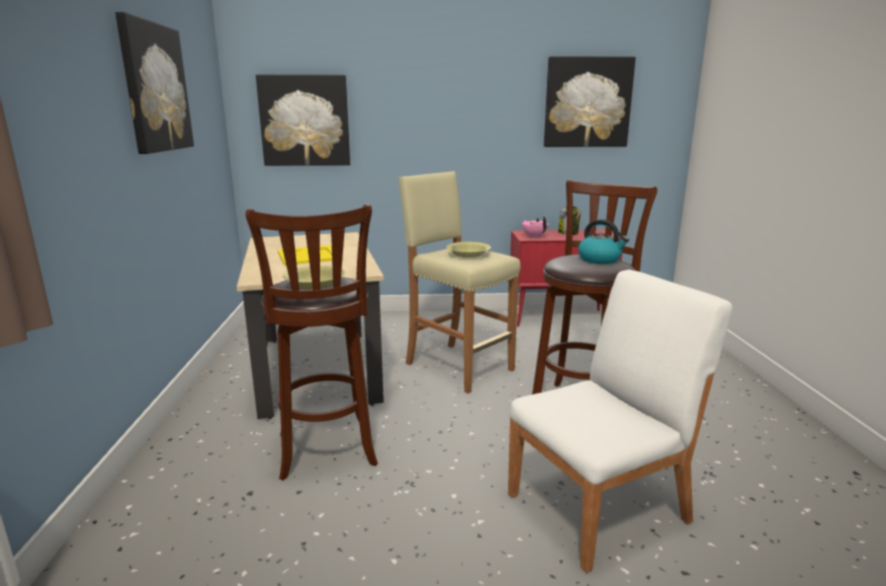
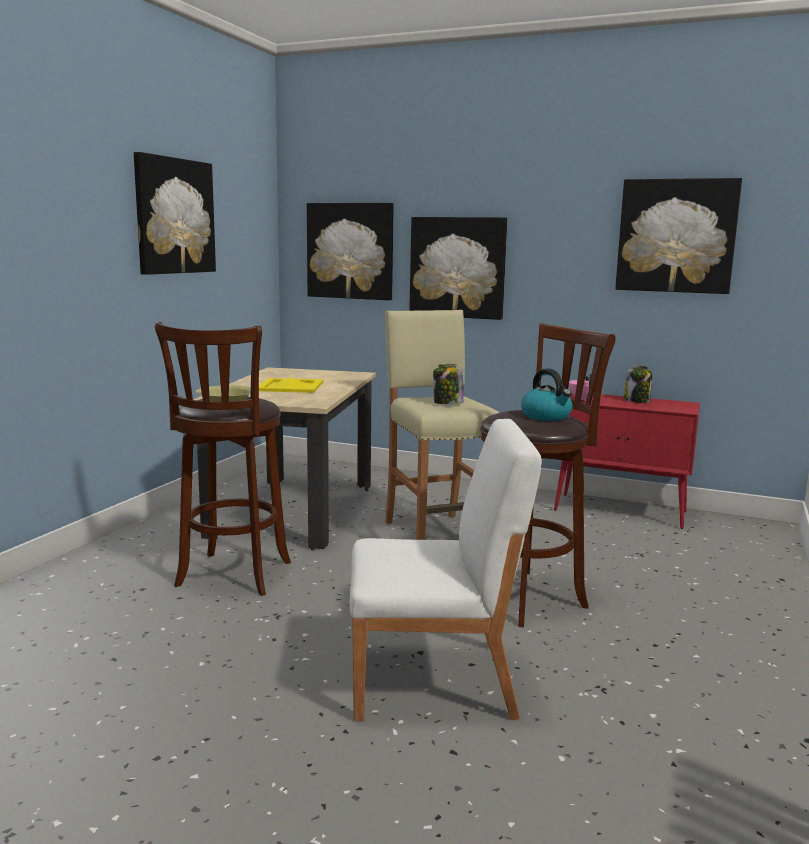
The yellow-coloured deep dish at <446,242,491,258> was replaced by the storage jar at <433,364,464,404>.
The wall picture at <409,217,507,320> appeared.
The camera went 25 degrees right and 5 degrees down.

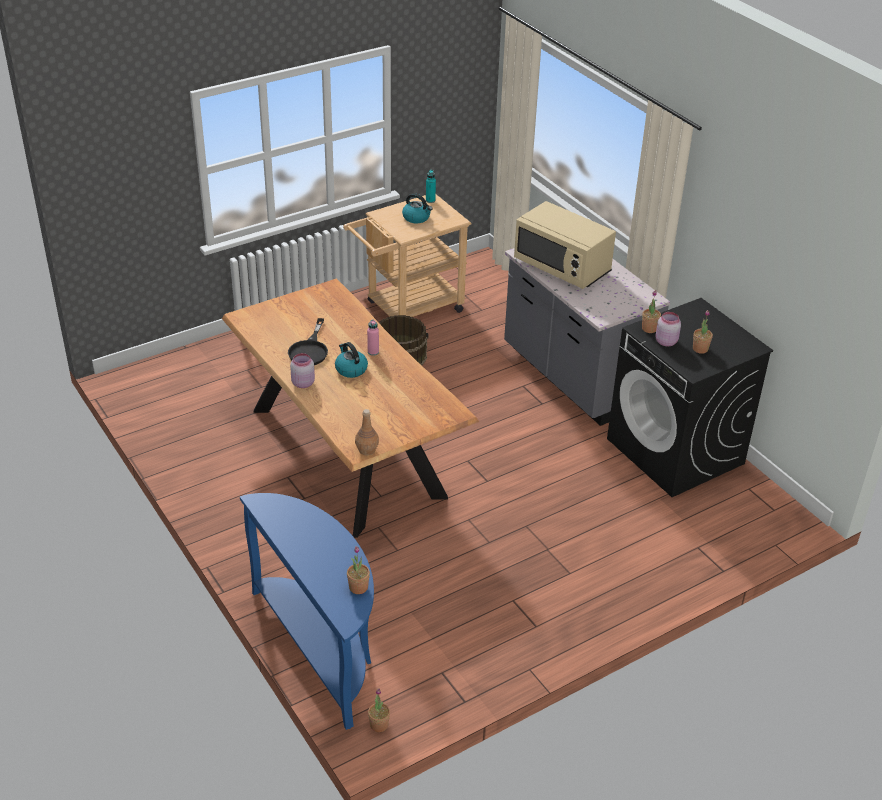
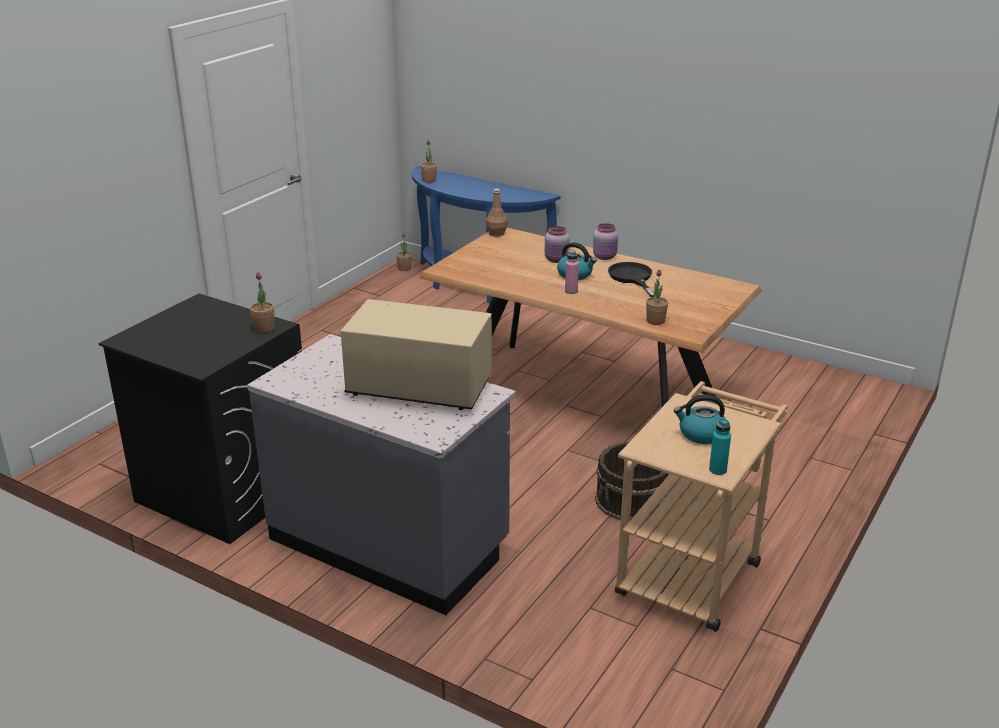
The potted plant moved from <693,310,713,354> to <646,270,668,325>.
The pink storage jar moved from <656,312,681,346> to <545,226,570,263>.
The camera went 155 degrees right and 10 degrees down.

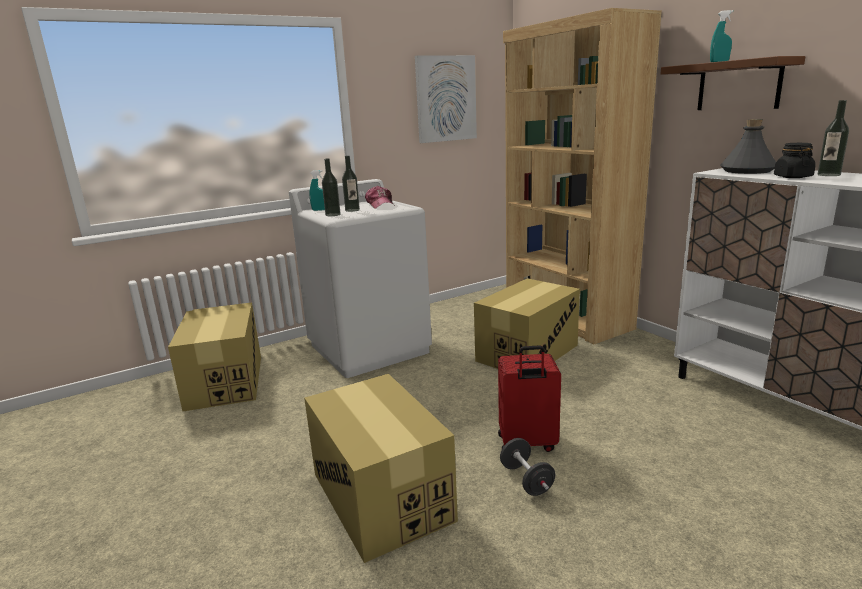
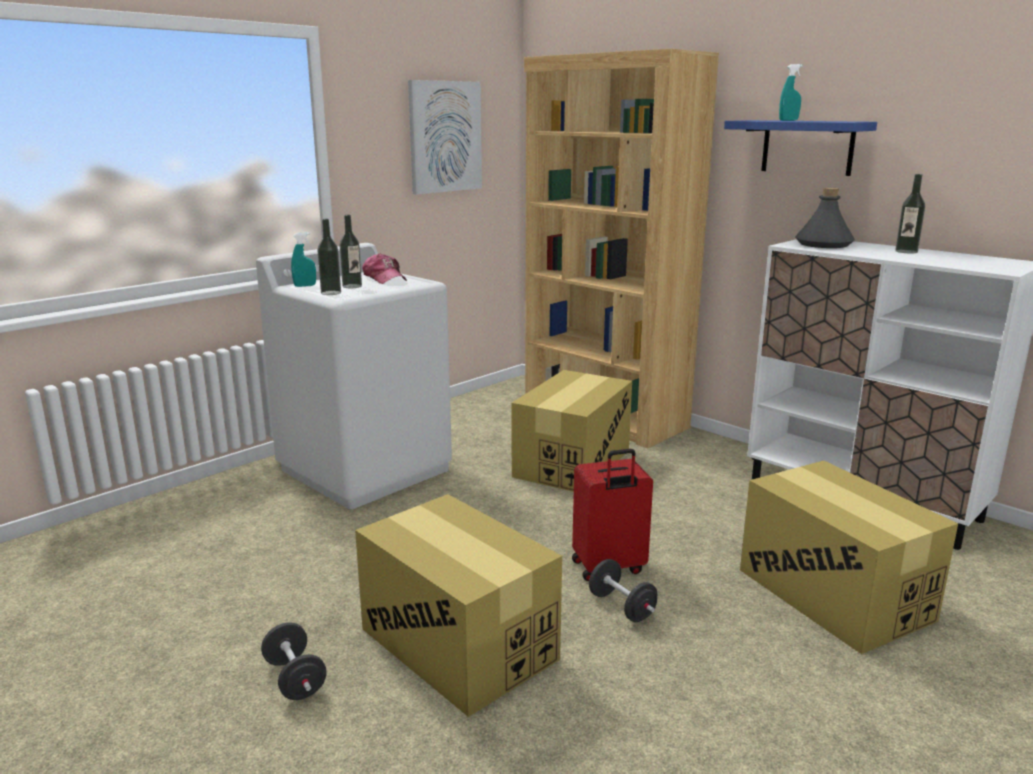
The brown wall shelf at <661,56,806,110> became the blue-coloured wall shelf at <724,120,877,176>.
The blackish storage jar at <774,143,816,178> disappeared.
The carton moved from <168,302,261,411> to <740,461,958,654>.
The blackish free weight at <261,622,327,700> appeared.
The camera went 15 degrees left and 0 degrees up.

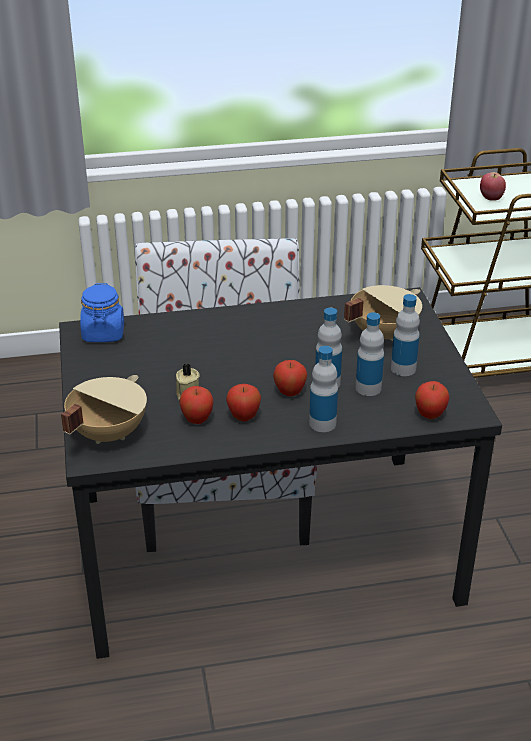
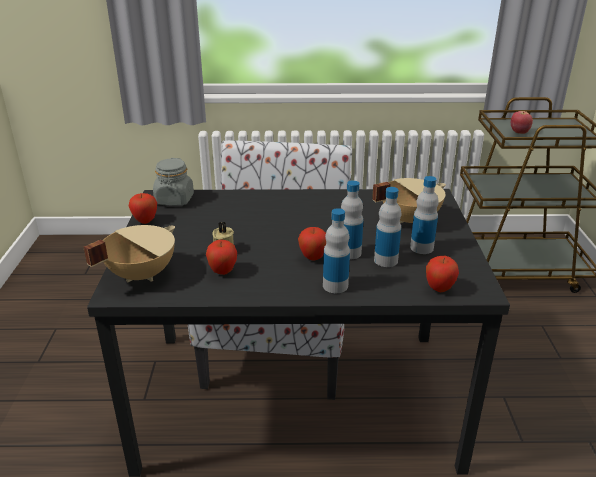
The blue-coloured storage jar at <80,283,124,342> became the gray storage jar at <153,158,194,206>.
The apple fruit moved from <226,384,261,421> to <129,193,157,224>.
The camera went 10 degrees right and 5 degrees down.

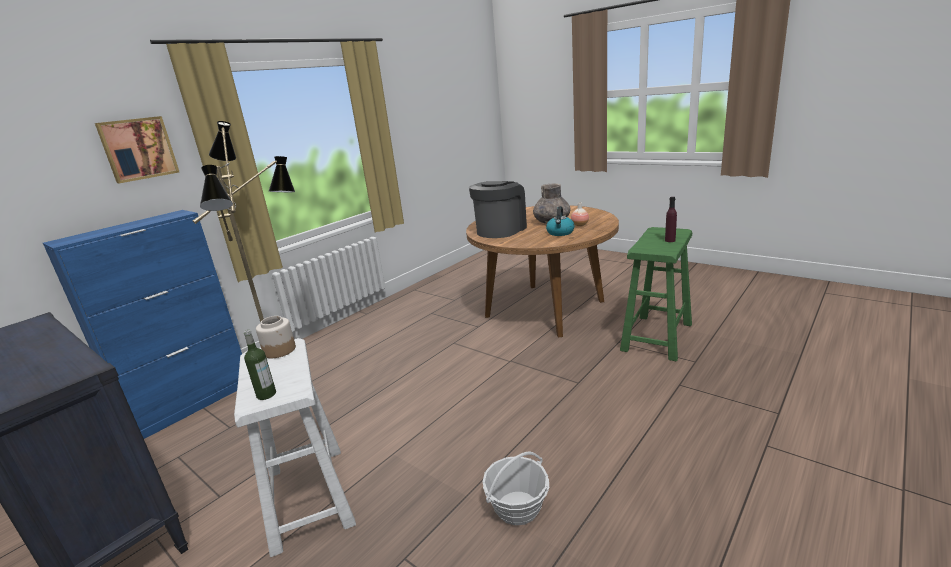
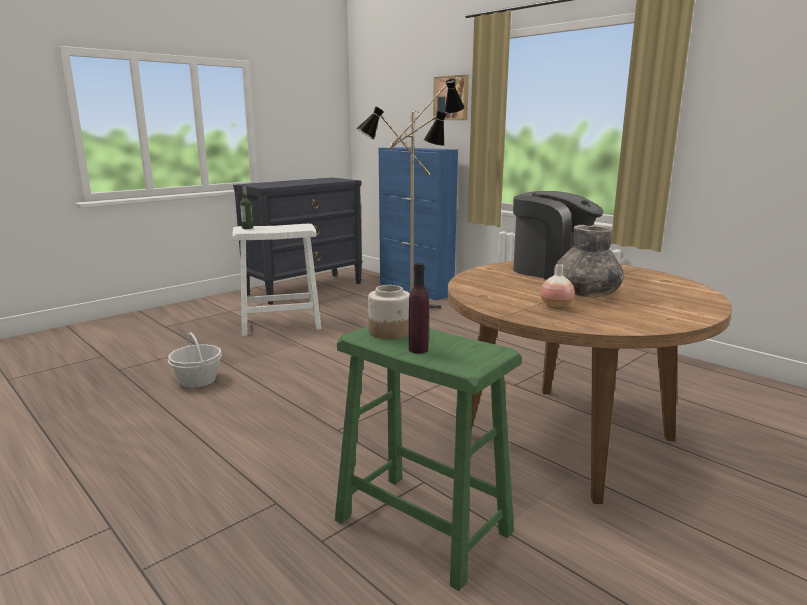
The tea kettle at <546,206,575,236> disappeared.
The storage jar moved from <256,316,296,358> to <368,285,410,339>.
The camera went 95 degrees right and 5 degrees down.

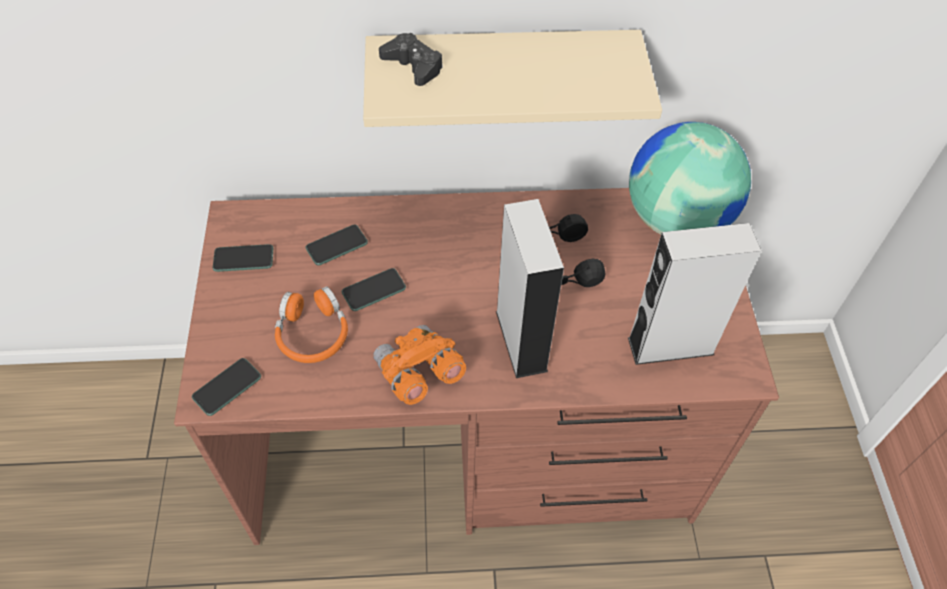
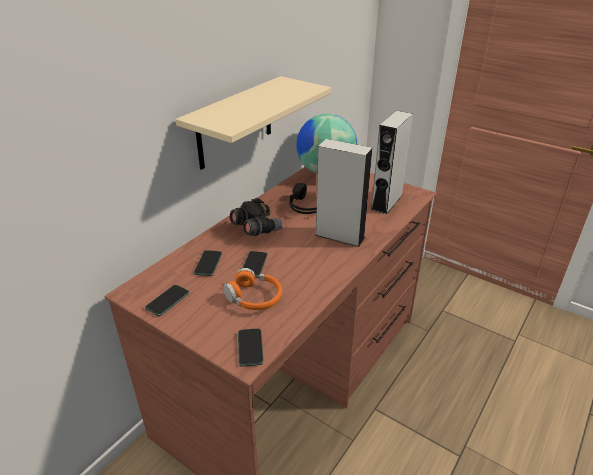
The blackish gamepad at <379,33,443,86> disappeared.
The orange field glasses at <373,325,466,405> disappeared.
The gray field glasses at <230,198,283,236> appeared.
The camera went 50 degrees left and 20 degrees down.

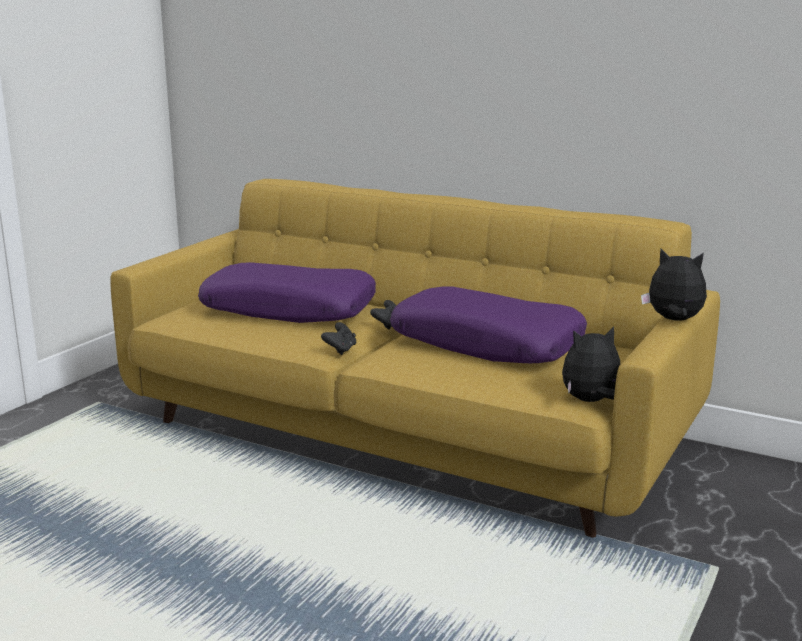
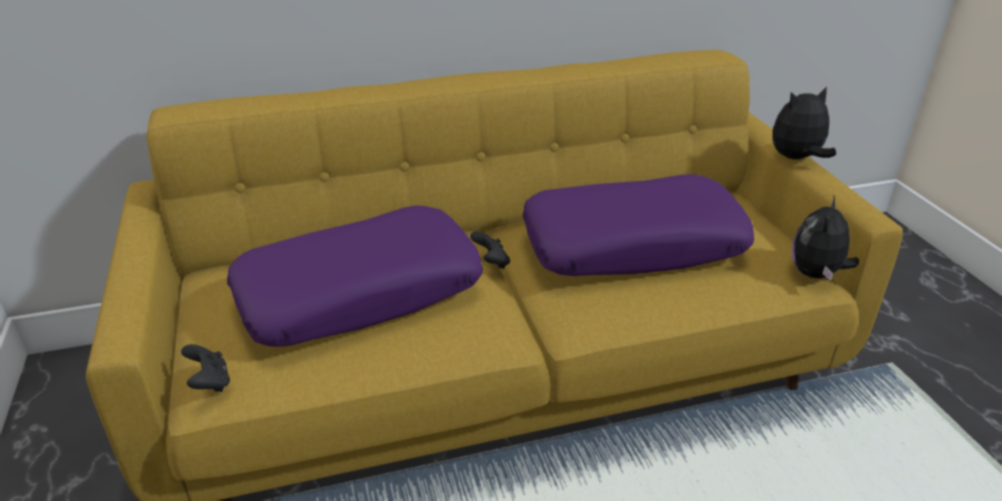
The blackish gamepad moved from <321,322,356,355> to <181,344,230,392>.
The camera went 45 degrees left and 15 degrees up.

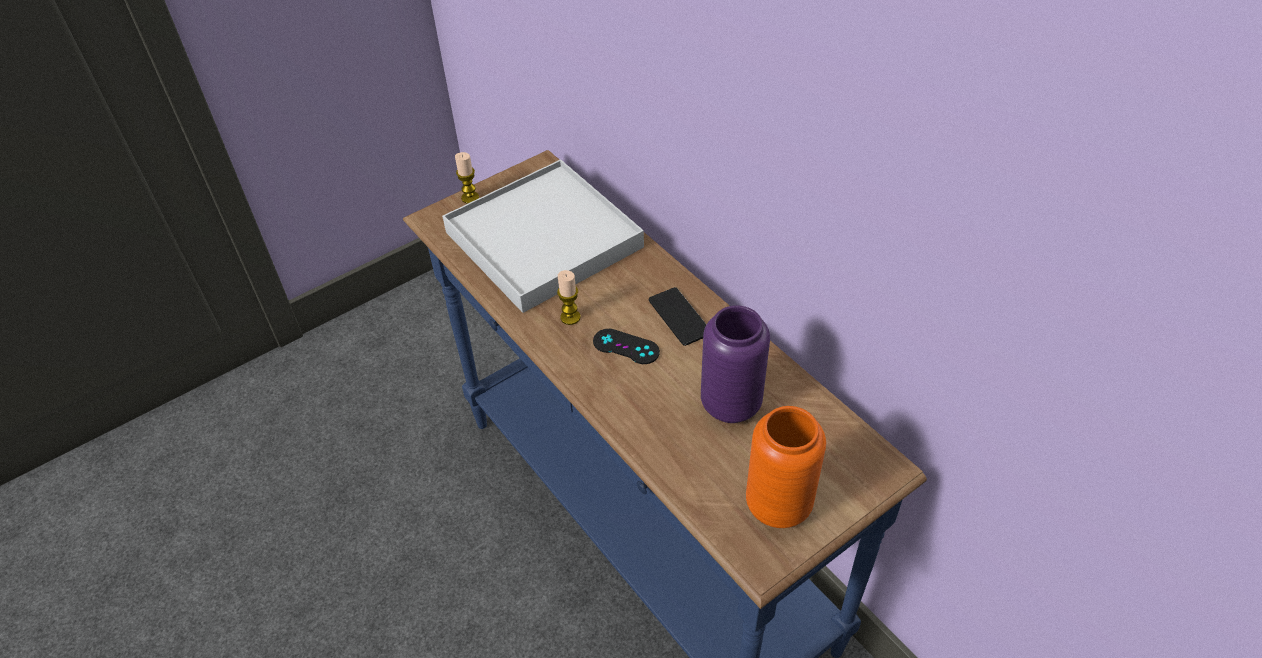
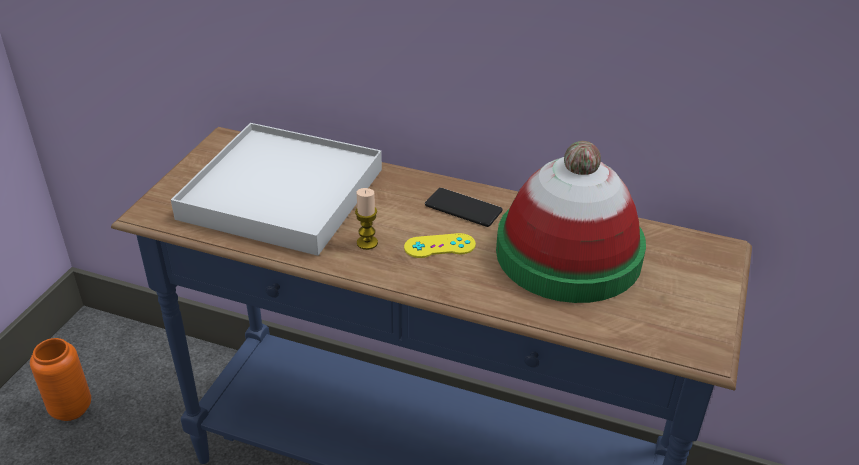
The candle at <455,152,479,204> disappeared.
The purple decorative vase at <701,305,770,423> was replaced by the wearable hat at <496,141,646,303>.
The blackish gamepad at <593,329,660,364> became the yellow-coloured gamepad at <404,233,476,258>.
The orange decorative vase moved from <746,406,826,528> to <30,338,91,421>.
The camera went 35 degrees left and 10 degrees down.

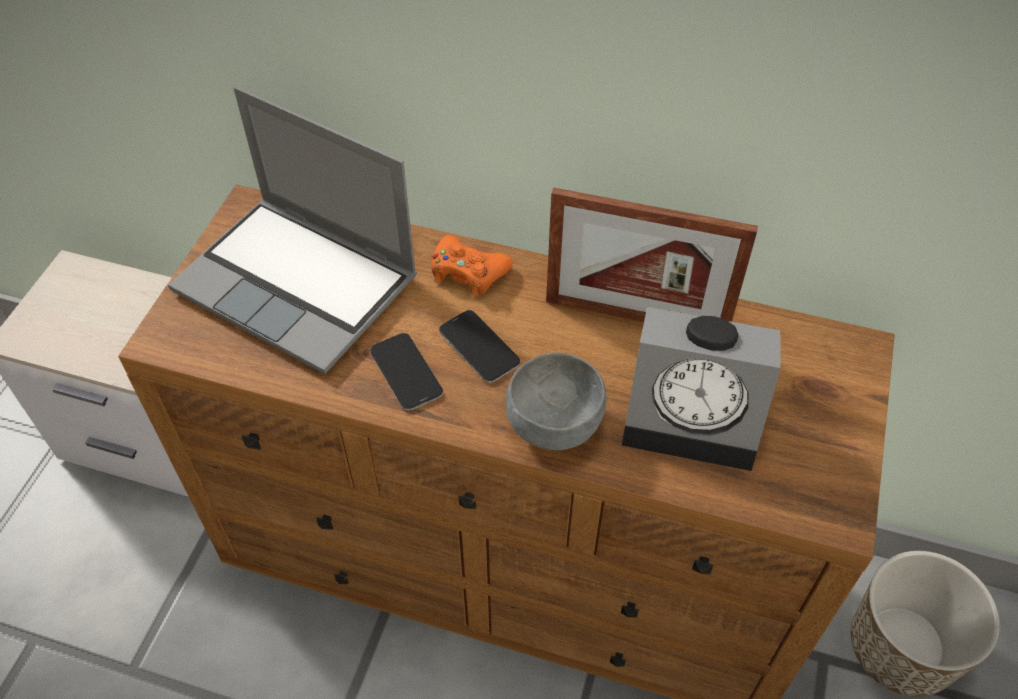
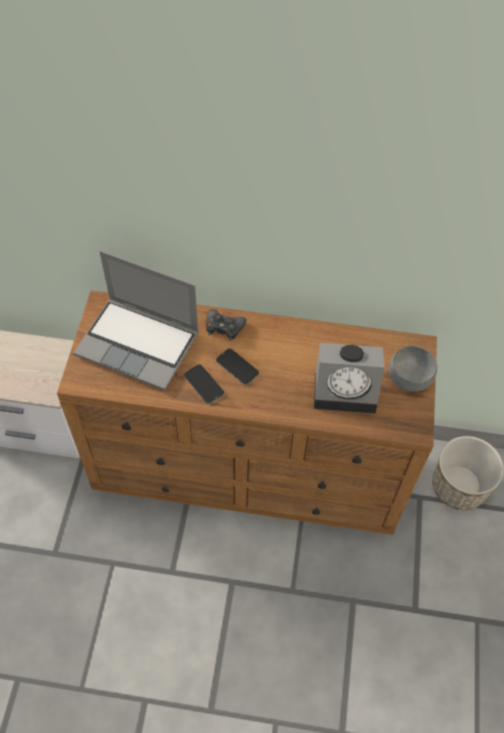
The picture frame at <546,188,758,322> disappeared.
The orange gamepad at <432,235,513,298> became the blackish gamepad at <206,309,247,341>.
The gray deep dish moved from <505,353,607,450> to <389,346,437,392>.
The camera went 10 degrees left and 5 degrees up.

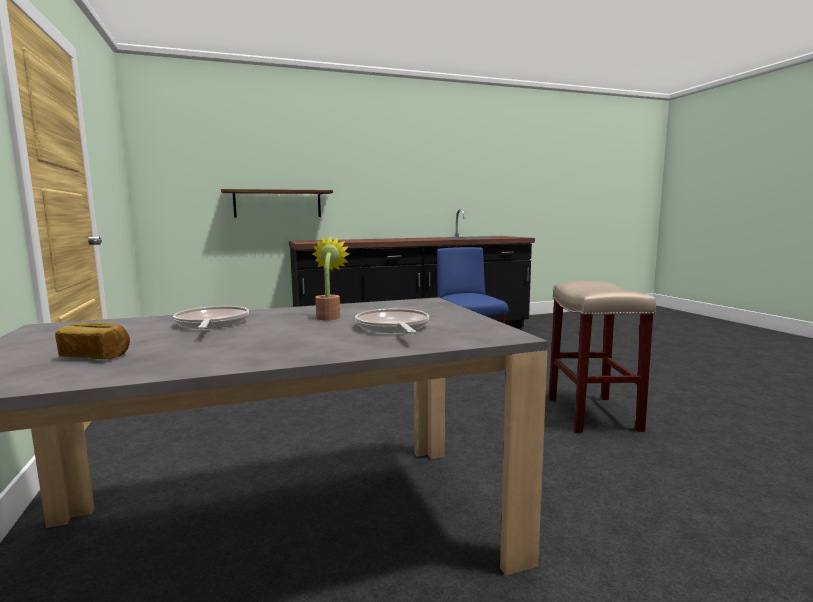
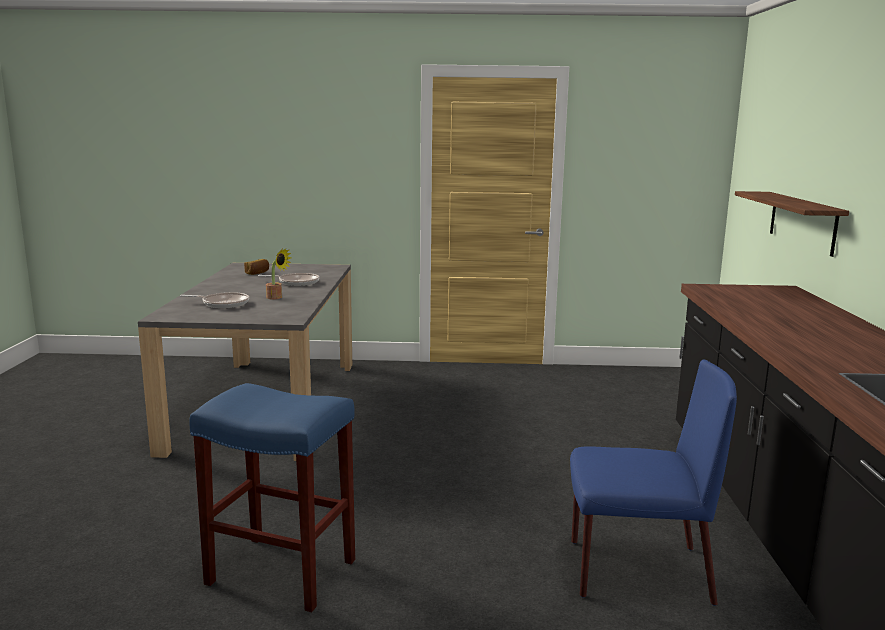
The beige stool at <549,281,656,433> became the blue-coloured stool at <189,383,355,612>.
The camera went 110 degrees right and 5 degrees up.

